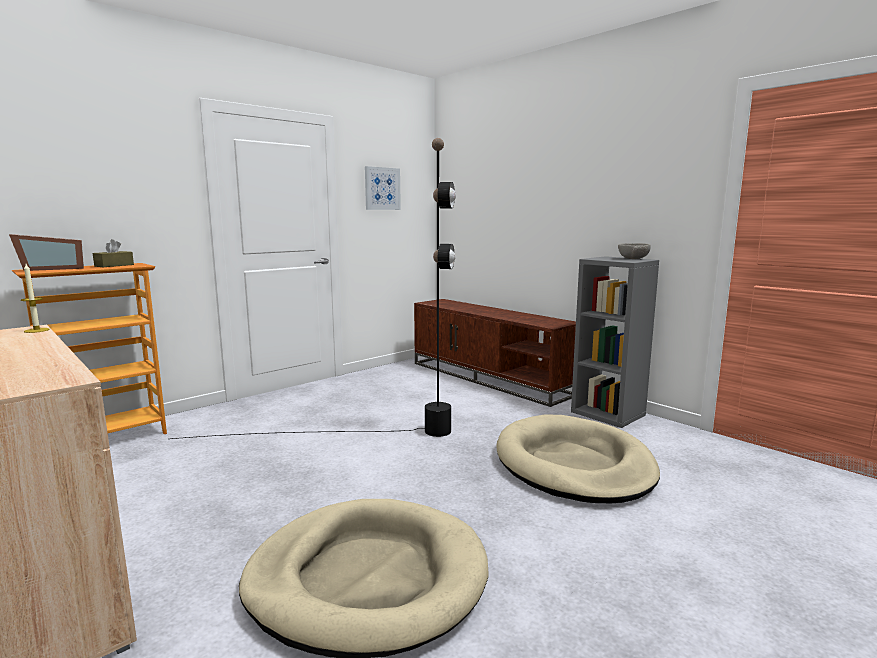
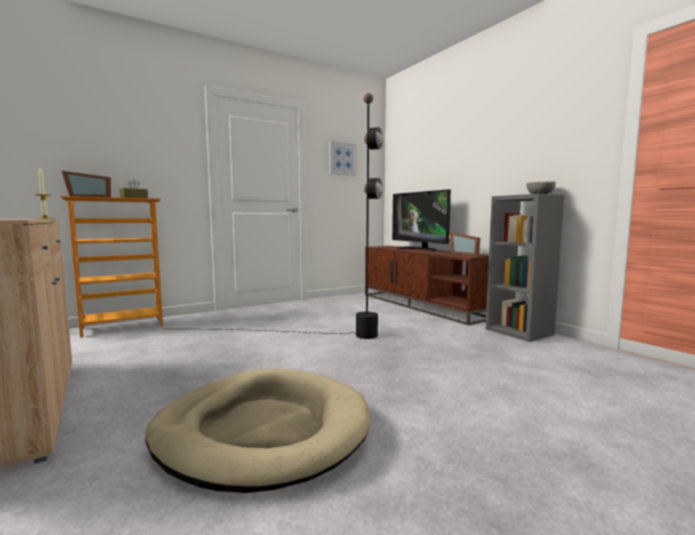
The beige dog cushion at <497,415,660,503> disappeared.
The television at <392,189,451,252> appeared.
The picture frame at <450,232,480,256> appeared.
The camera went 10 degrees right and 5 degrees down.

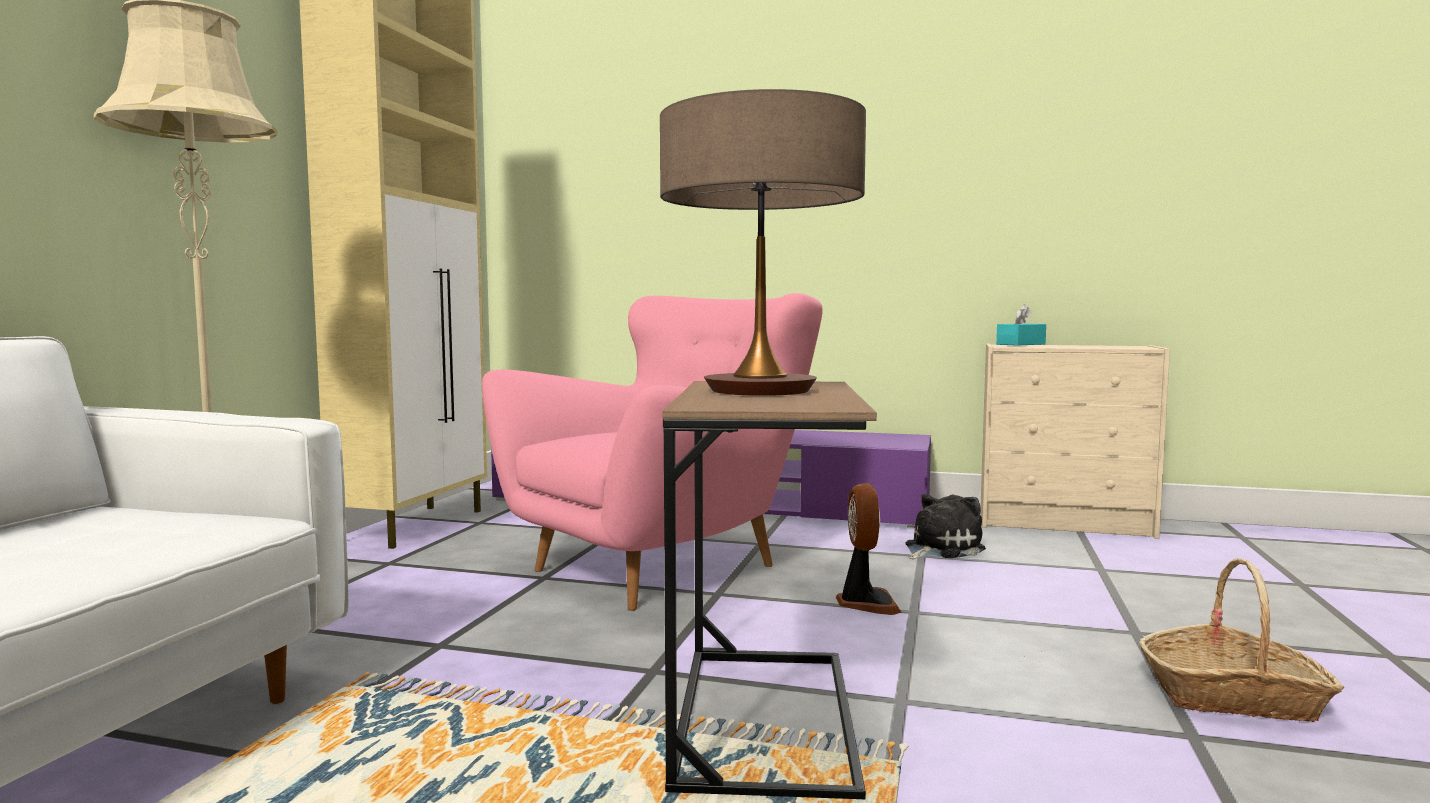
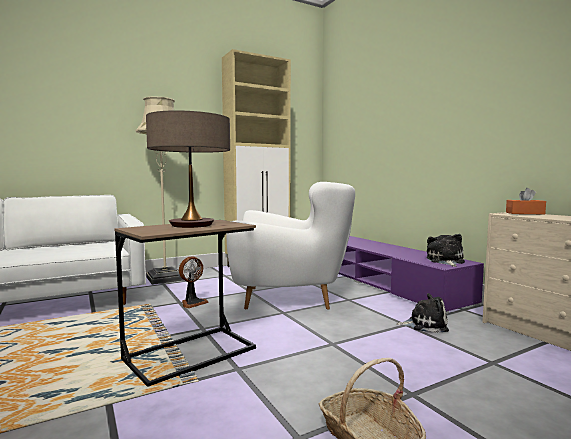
The pink armchair at <482,293,823,611> became the whitish armchair at <226,182,355,309>.
The turquoise-coloured tissue box at <996,304,1046,346> became the orange tissue box at <506,188,546,214>.
The electric fan moved from <836,483,901,615> to <179,256,209,308>.
The plush toy at <427,234,465,267> appeared.
The camera went 45 degrees right and 0 degrees up.

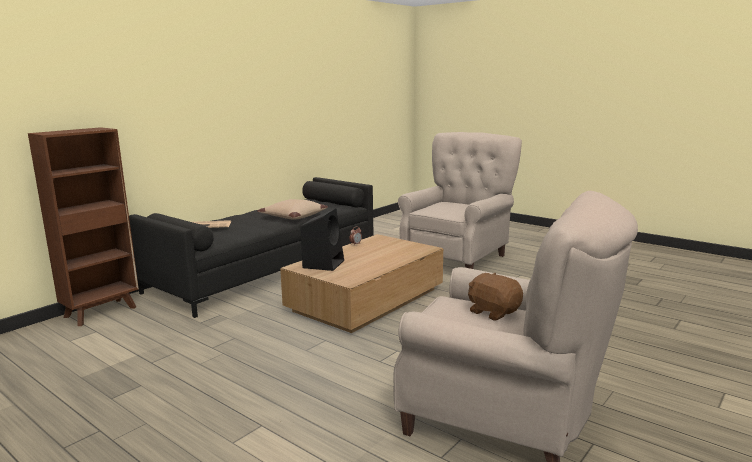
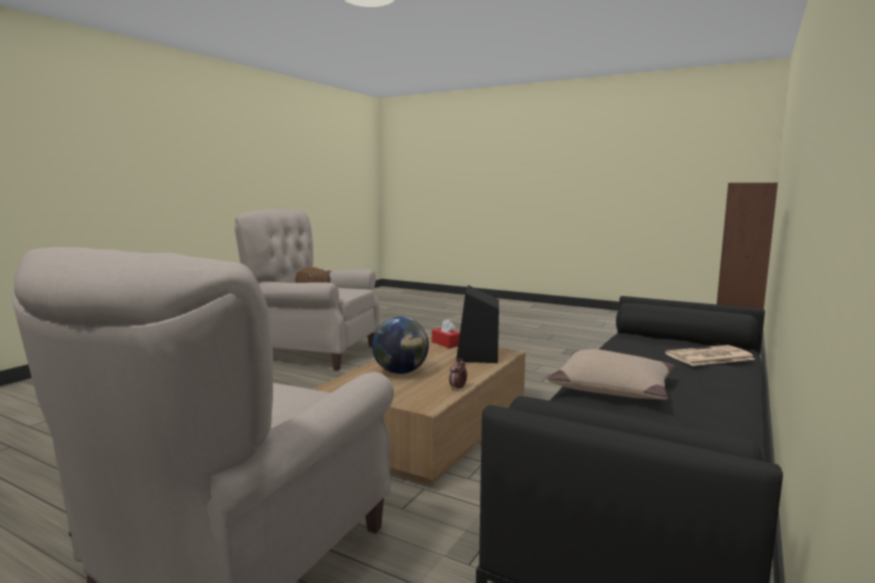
The globe at <372,317,429,374> appeared.
The red tissue box at <432,319,460,349> appeared.
The camera went 170 degrees right and 5 degrees down.

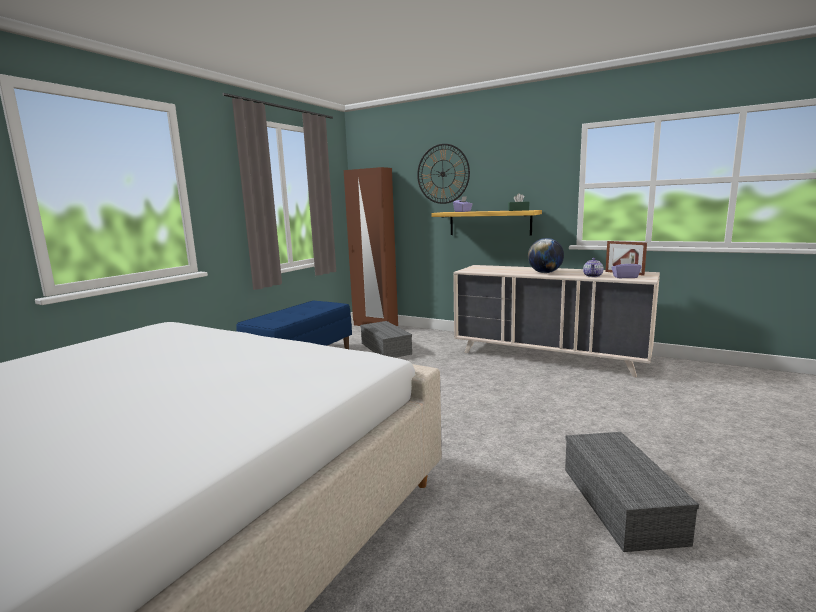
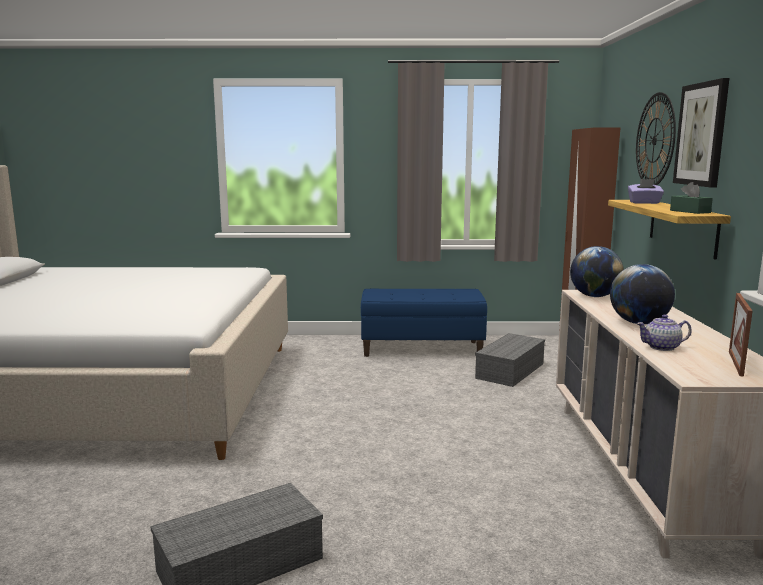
The purple tissue box at <611,258,641,278> disappeared.
The wall picture at <673,78,729,187> appeared.
The globe at <570,246,624,297> appeared.
The camera went 60 degrees right and 0 degrees up.

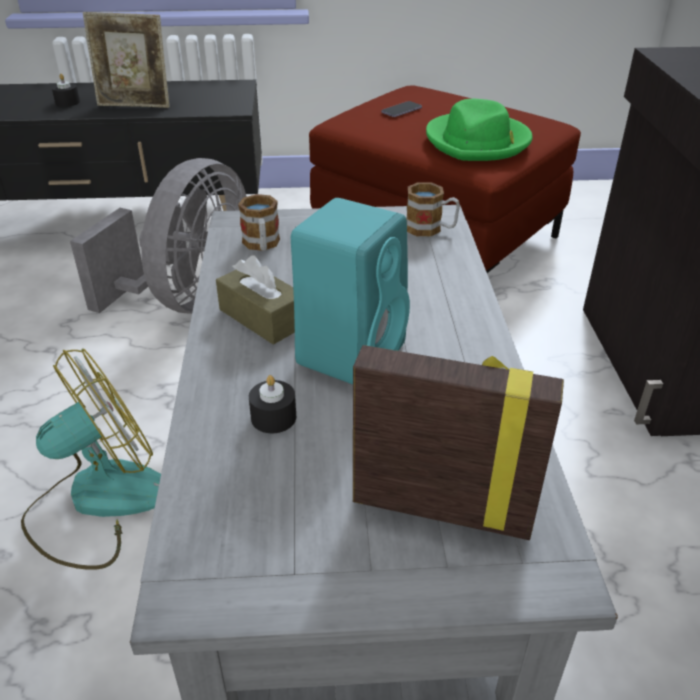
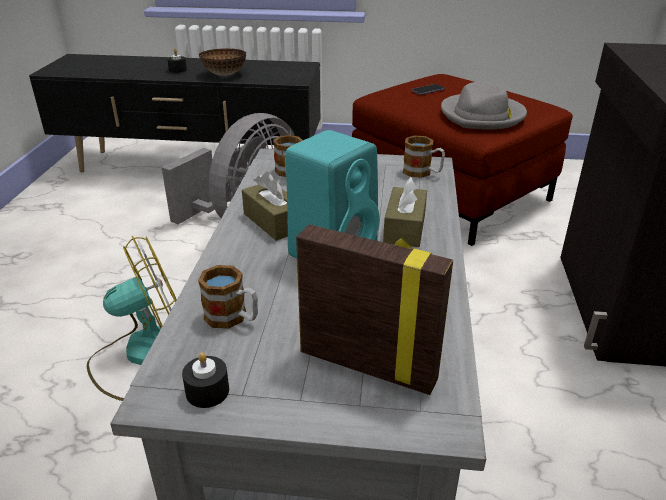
The picture frame at <83,12,170,108> was replaced by the deep dish at <199,48,246,76>.
The greenish wearable hat at <426,99,533,161> became the gray wearable hat at <441,82,527,130>.
The blackish candle moved from <249,375,296,433> to <182,353,229,408>.
The brown tissue box at <383,177,427,247> appeared.
The tea mug at <198,265,258,329> appeared.
The camera went 10 degrees right and 5 degrees down.

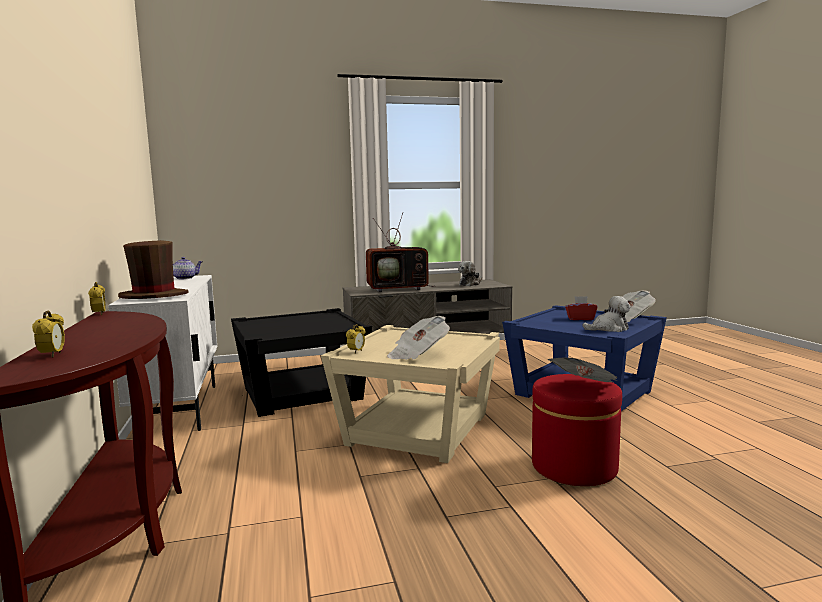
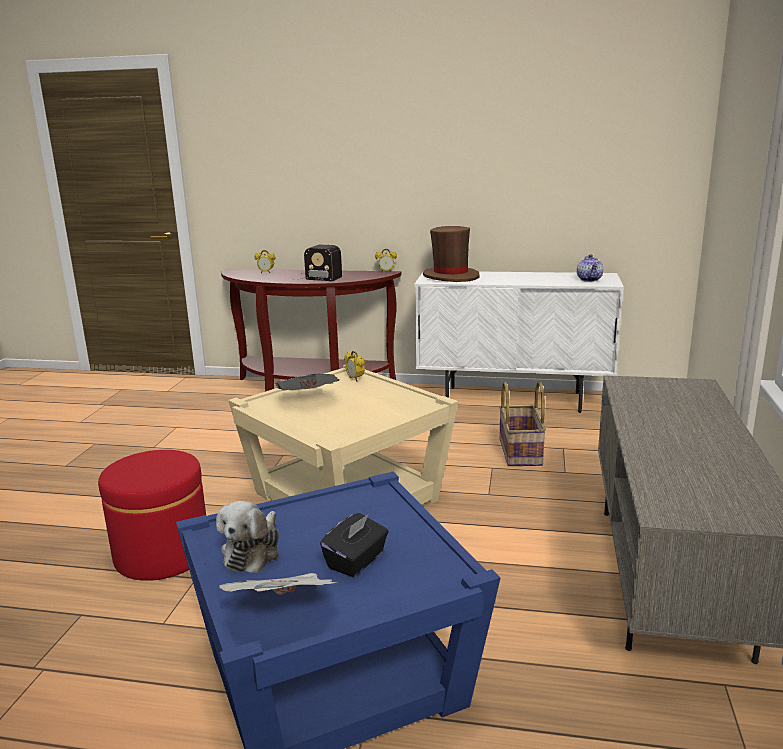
The television at <366,212,435,292> disappeared.
The plush toy at <458,261,482,286> disappeared.
The red tissue box at <565,296,598,320> became the blackish tissue box at <320,513,388,577>.
The blackish end table at <231,308,372,417> was replaced by the basket at <499,381,546,466>.
The newspaper at <548,358,617,382> disappeared.
The radio at <292,245,342,281> appeared.
The camera went 115 degrees right and 10 degrees up.

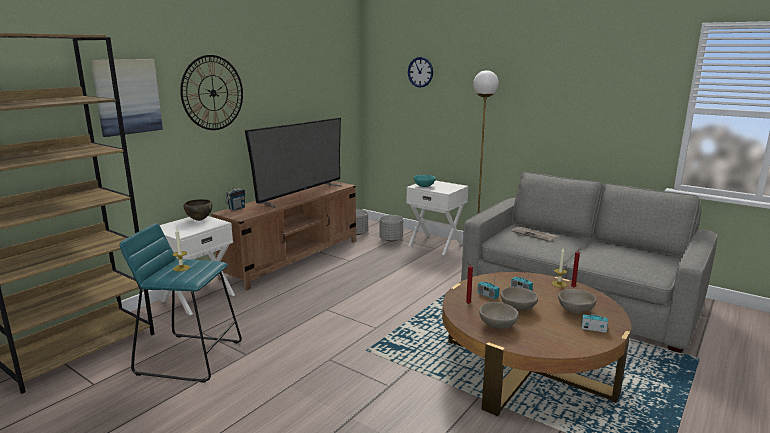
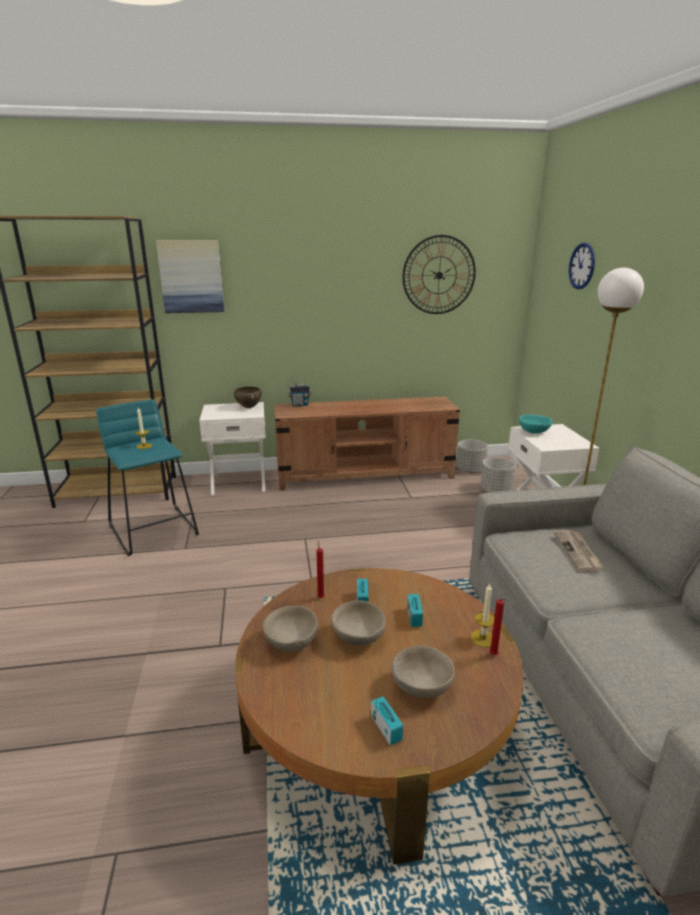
The wall clock moved from <180,55,243,130> to <402,235,476,314>.
The television at <245,118,342,208> disappeared.
The camera went 45 degrees right and 5 degrees up.

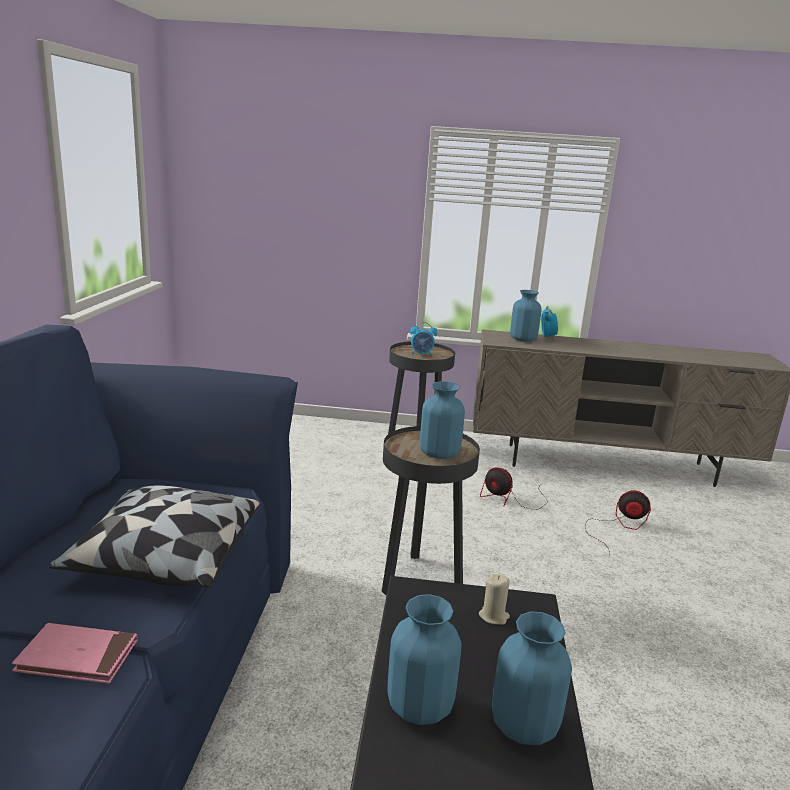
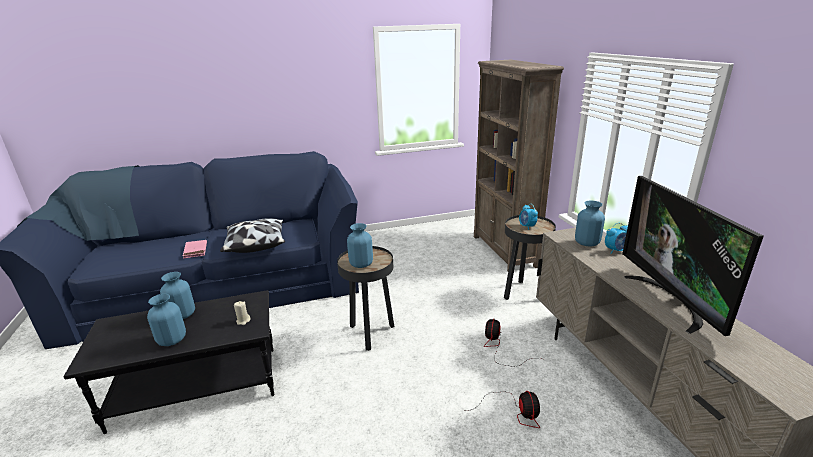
The brown shelving unit at <474,59,564,271> appeared.
The television at <622,176,764,336> appeared.
The camera went 70 degrees right and 5 degrees up.

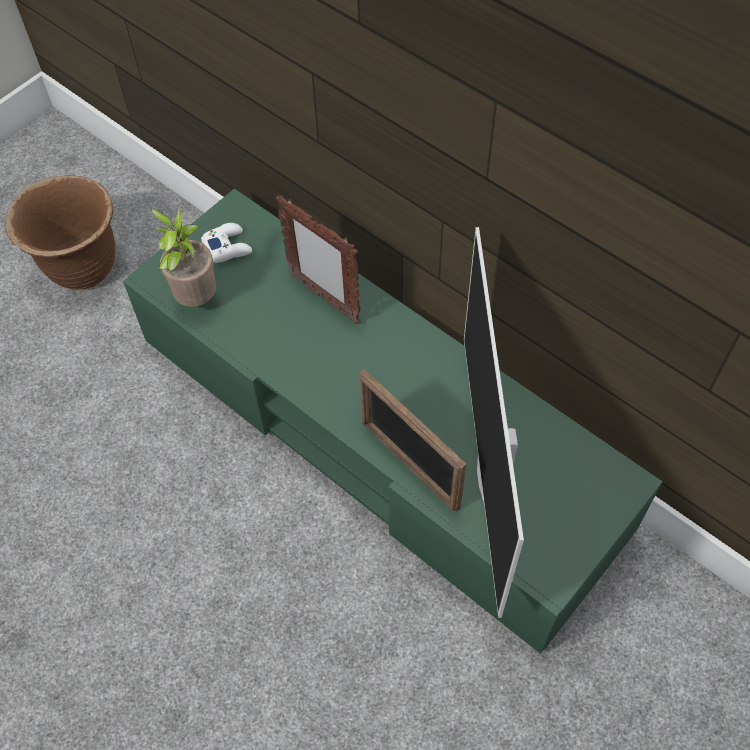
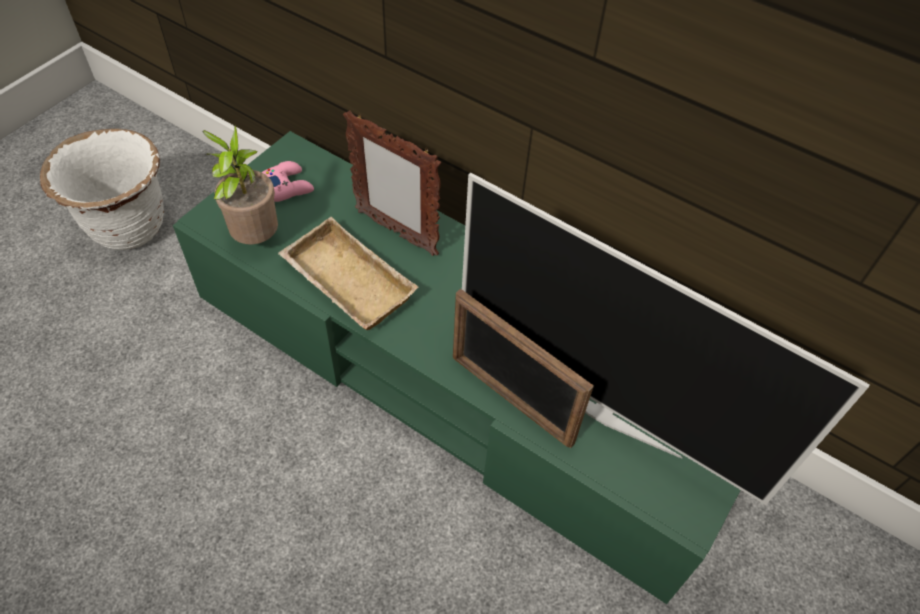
The brown planter at <5,175,115,290> became the whitish planter at <40,129,164,250>.
The whitish gamepad at <201,223,252,263> became the pink gamepad at <262,161,314,202>.
The television at <464,227,524,618> turned 45 degrees counterclockwise.
The beige carrying tray at <278,217,419,330> appeared.
The camera went 10 degrees left and 5 degrees down.

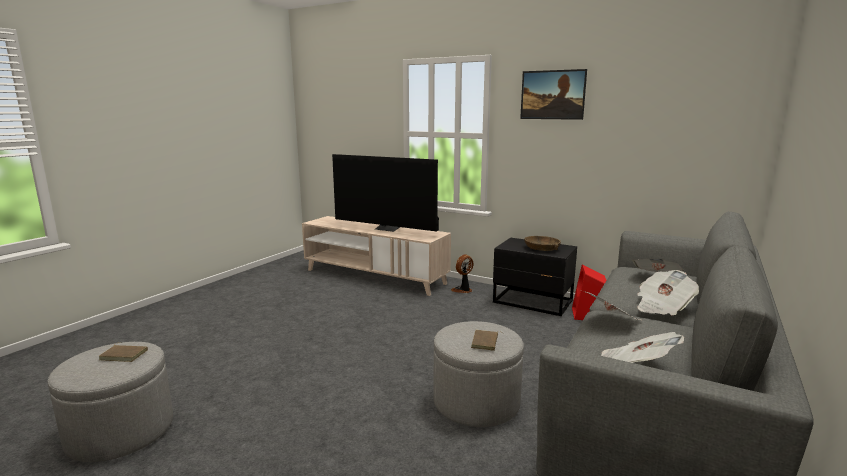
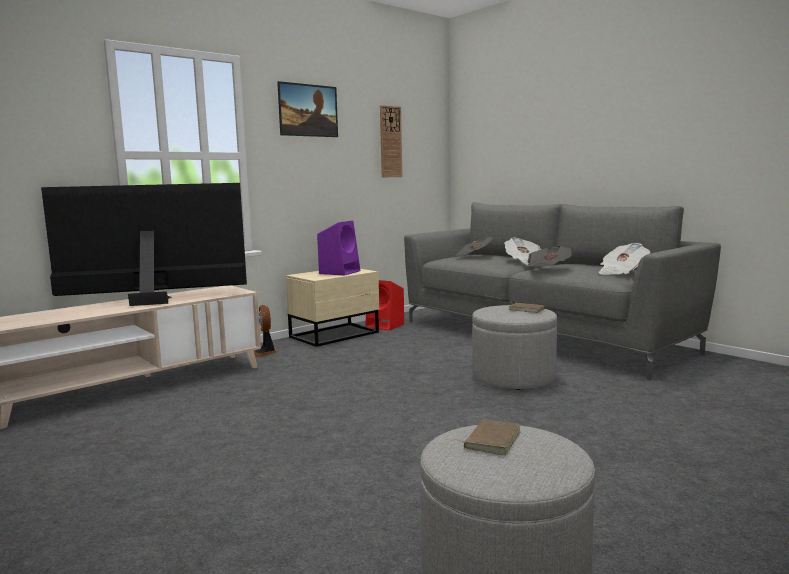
The television at <332,154,439,232> turned 150 degrees counterclockwise.
The brown deep dish at <524,236,561,251> was replaced by the purple audio speaker at <317,221,360,275>.
The blackish nightstand at <493,238,577,316> became the beige nightstand at <286,269,379,347>.
The wall clock at <380,105,402,178> appeared.
The camera went 70 degrees left and 5 degrees down.

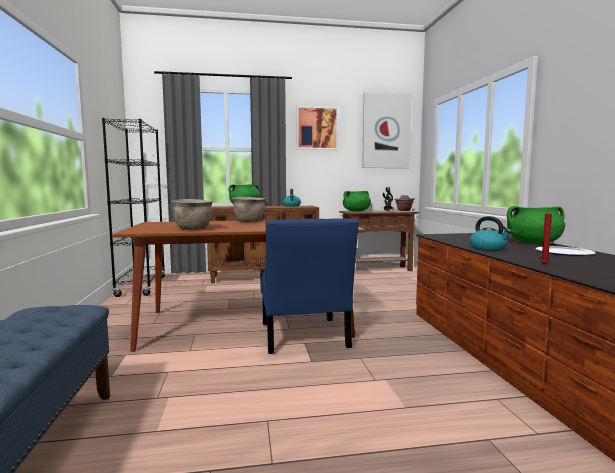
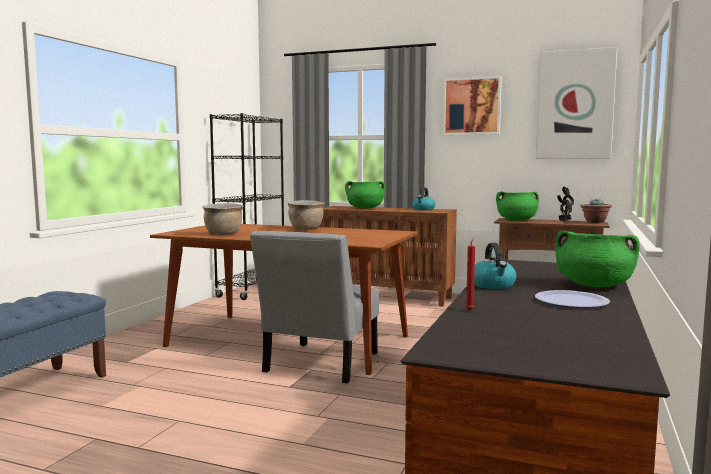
The blue-coloured plain chair at <260,218,359,354> became the gray plain chair at <250,231,379,383>.
The camera went 30 degrees right and 0 degrees up.

